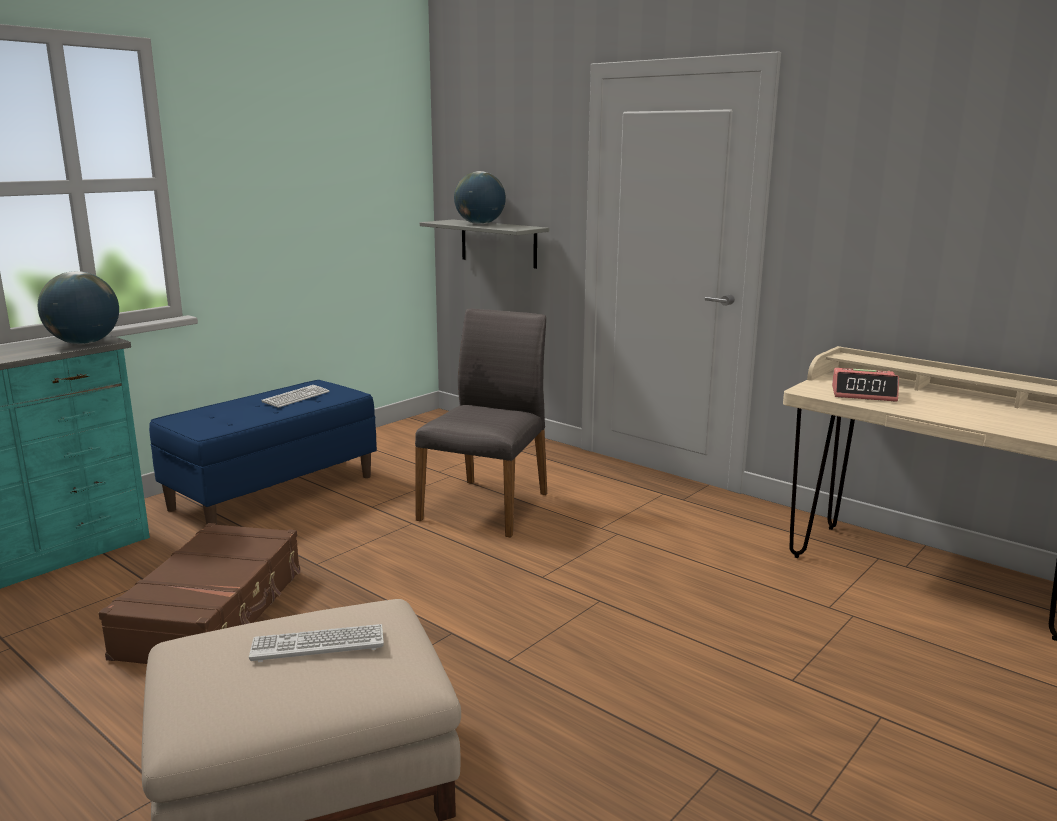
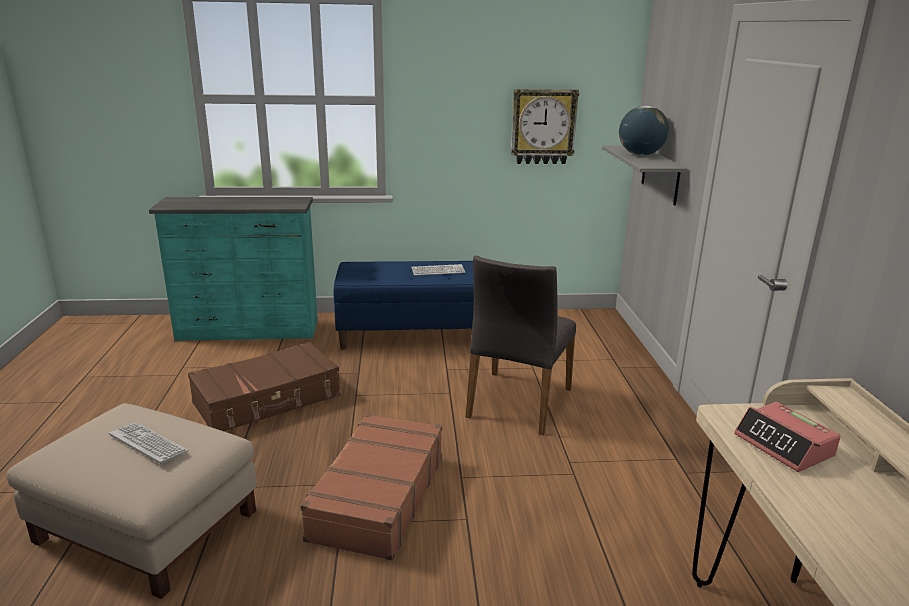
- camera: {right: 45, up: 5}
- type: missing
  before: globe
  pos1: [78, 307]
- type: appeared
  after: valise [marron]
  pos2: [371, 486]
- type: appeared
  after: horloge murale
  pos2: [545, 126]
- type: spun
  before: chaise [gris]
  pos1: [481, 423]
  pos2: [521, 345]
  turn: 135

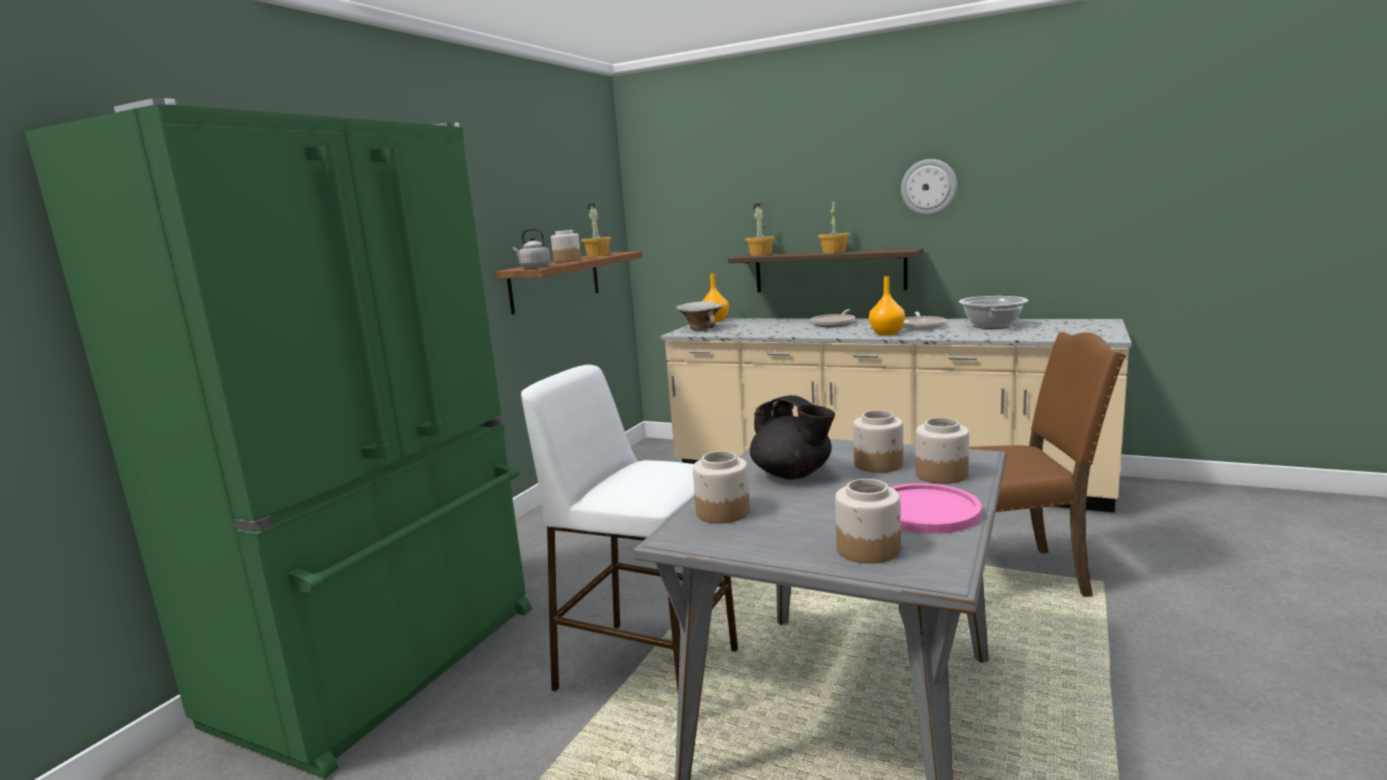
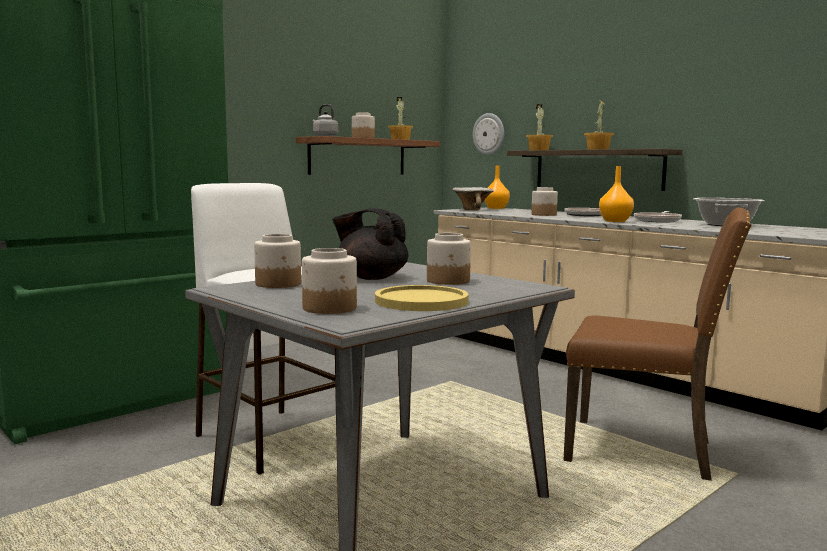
- camera: {right: 20, up: -5}
- type: relocated
  before: horloge murale
  pos1: [929, 187]
  pos2: [488, 134]
- type: relocated
  before: bocal
  pos1: [942, 451]
  pos2: [544, 201]
- type: colour
  before: assiette [rose]
  after: assiette [jaune]
  pos1: [936, 508]
  pos2: [422, 298]
- type: spun
  before: théière [noir]
  pos1: [792, 437]
  pos2: [370, 244]
  turn: 135

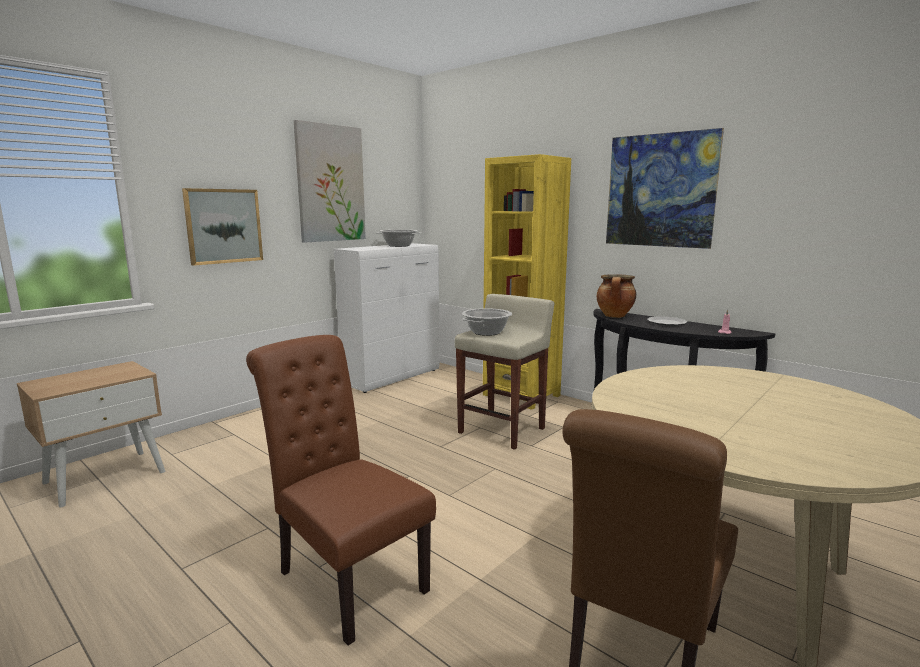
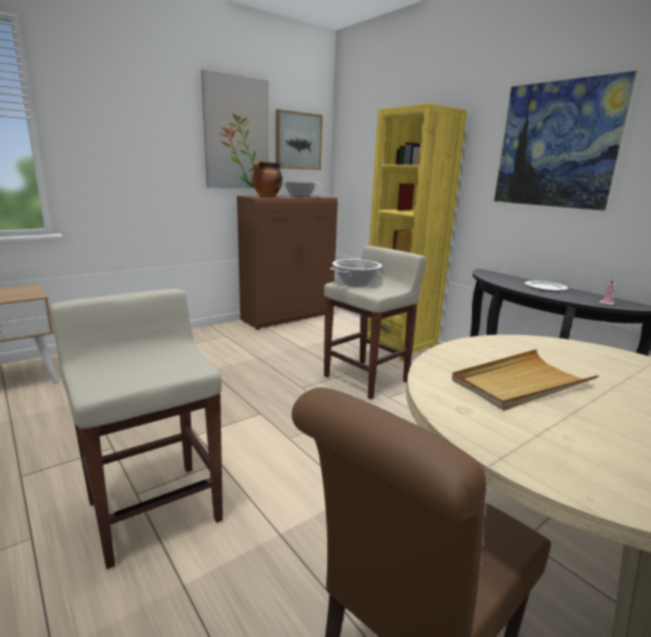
- camera: {right: 10, up: 5}
- type: appeared
  after: plateau [beige]
  pos2: [525, 380]
- type: relocated
  before: tableau
  pos1: [222, 227]
  pos2: [299, 139]
- type: relocated
  before: marmite
  pos1: [616, 296]
  pos2: [267, 179]
- type: exchanged
  before: chaise [marron]
  after: tabouret [beige]
  pos1: [341, 490]
  pos2: [136, 429]
- type: colour
  before: meuble de rangement [blanc]
  after: meuble de rangement [marron]
  pos1: [387, 318]
  pos2: [287, 262]

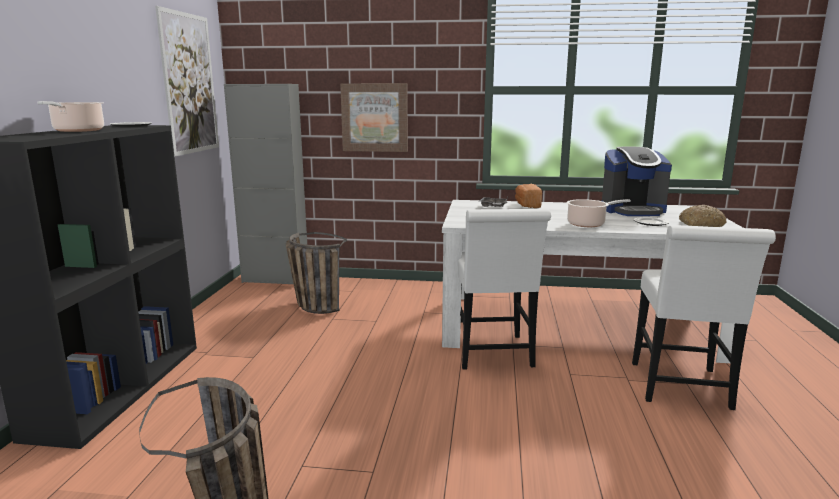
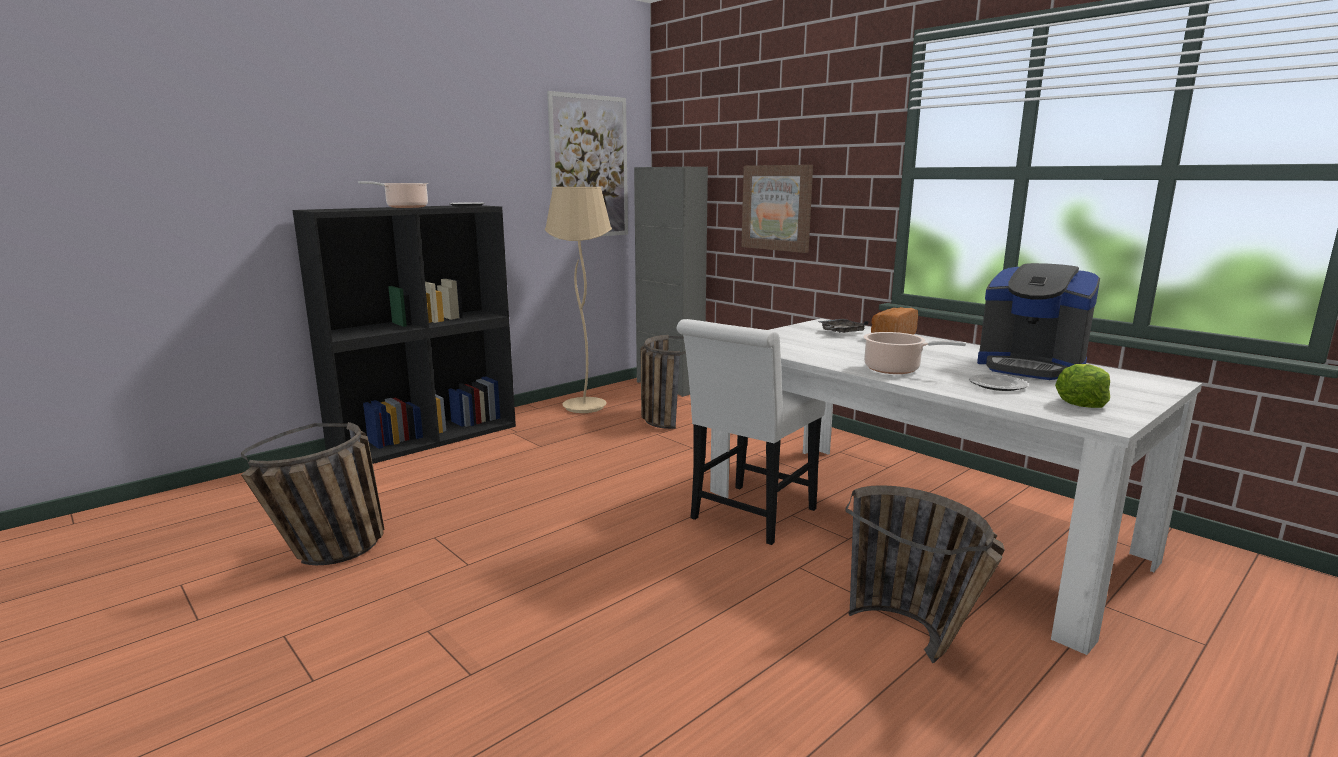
- camera: {right: 40, up: 0}
- type: appeared
  after: lampadaire [beige]
  pos2: [578, 300]
- type: exchanged
  before: chaise [blanc]
  after: panier
  pos1: [704, 317]
  pos2: [925, 574]
- type: exchanged
  before: pain
  after: laitue
  pos1: [702, 216]
  pos2: [1082, 386]

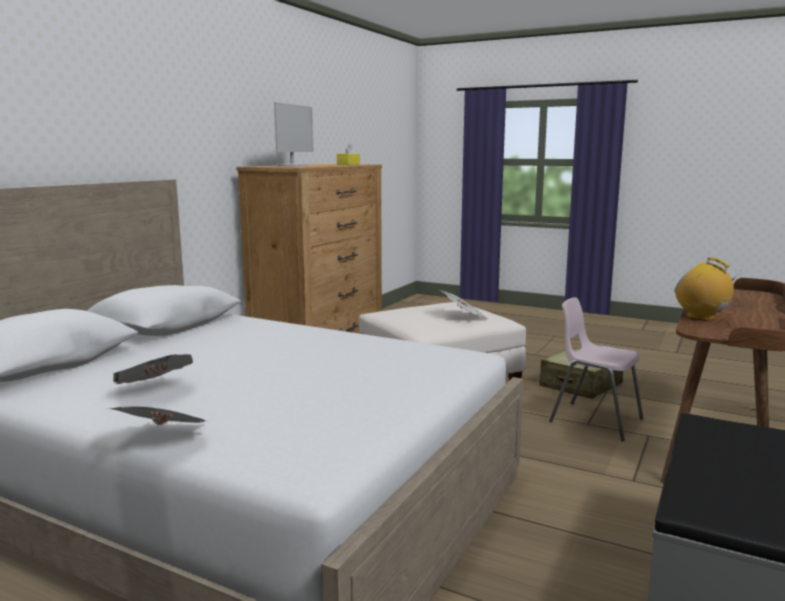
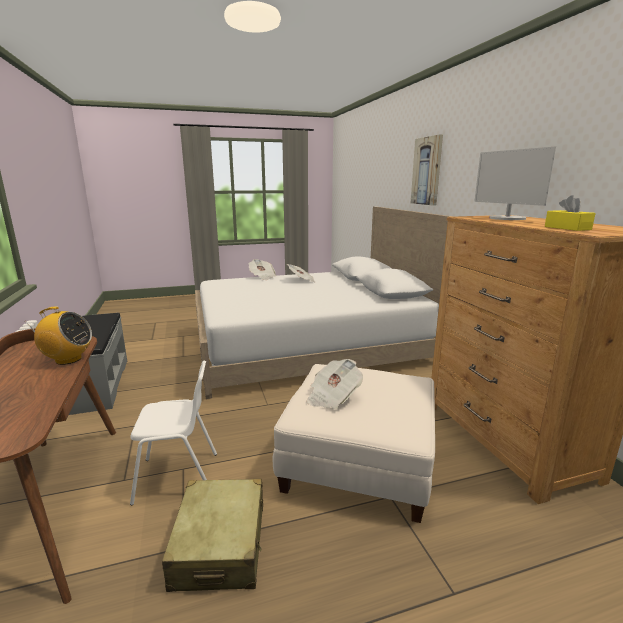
- camera: {right: 135, up: 5}
- type: appeared
  after: tableau
  pos2: [427, 170]
- type: colour
  before: chaise [rose]
  after: chaise [blanc]
  pos1: [596, 369]
  pos2: [173, 433]

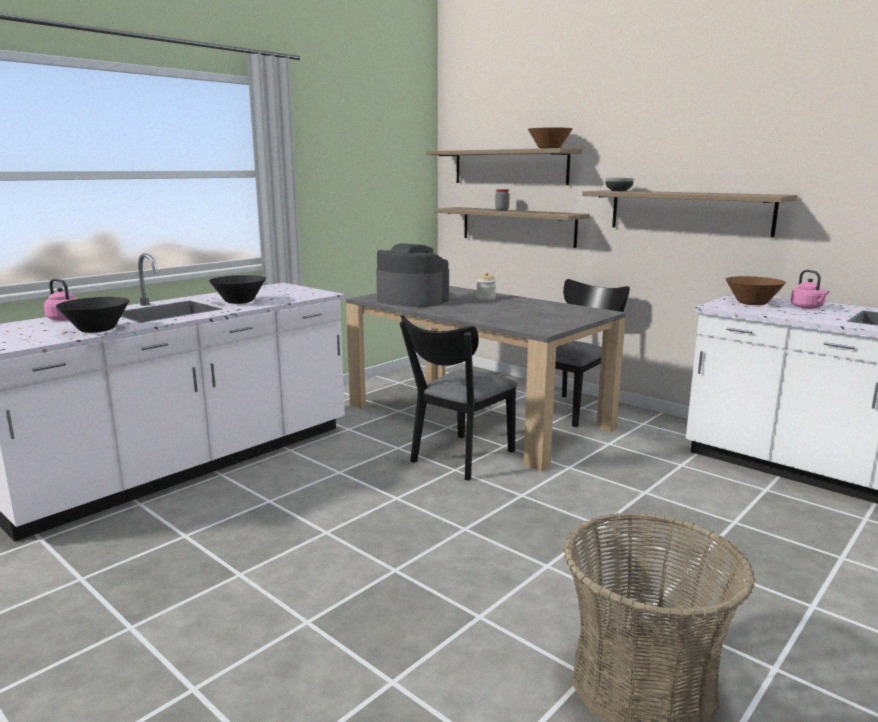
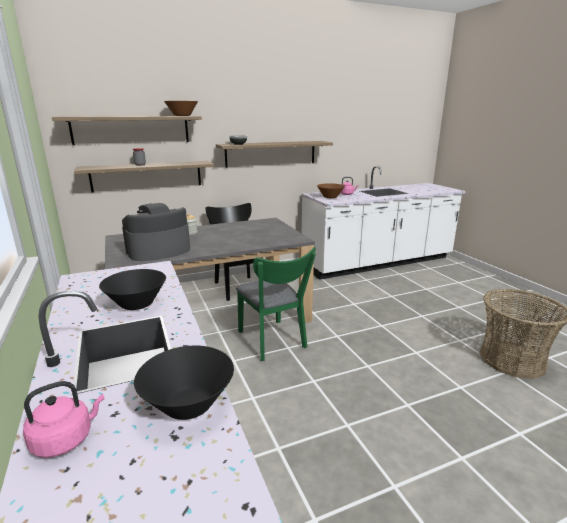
- camera: {right: -65, up: 5}
- type: colour
  before: chaise [noir]
  after: chaise [vert]
  pos1: [458, 397]
  pos2: [276, 304]

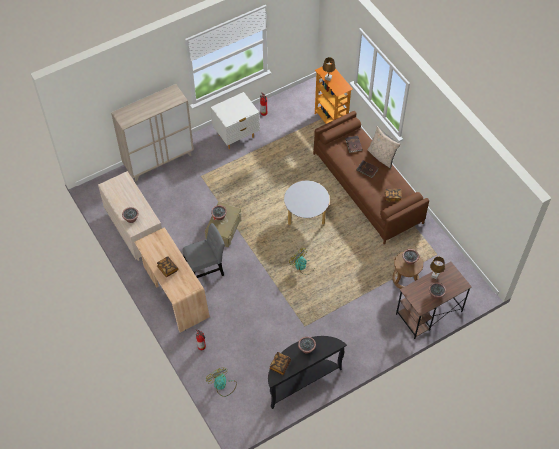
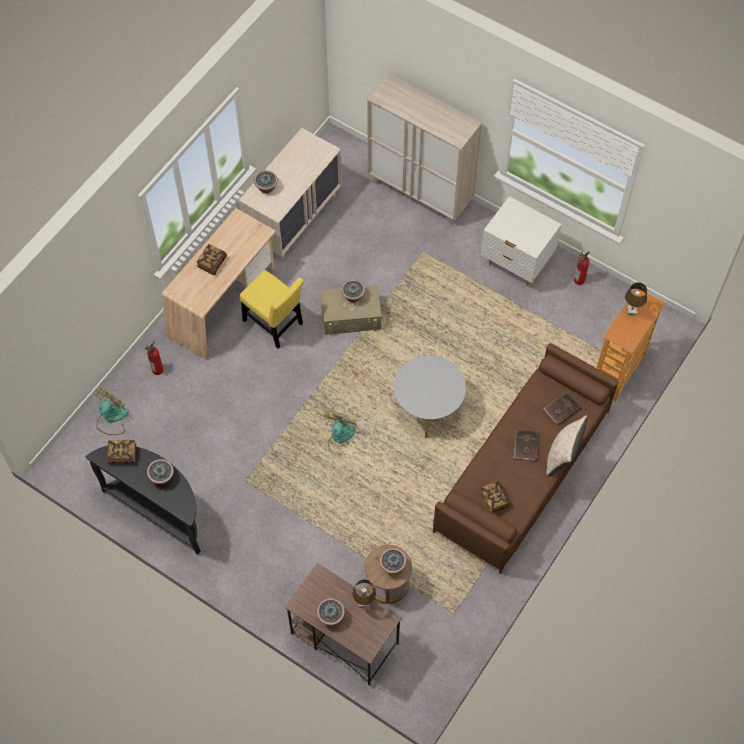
- camera: {right: 65, up: 5}
- type: colour
  before: chaise [gris]
  after: chaise [jaune]
  pos1: [204, 250]
  pos2: [272, 309]

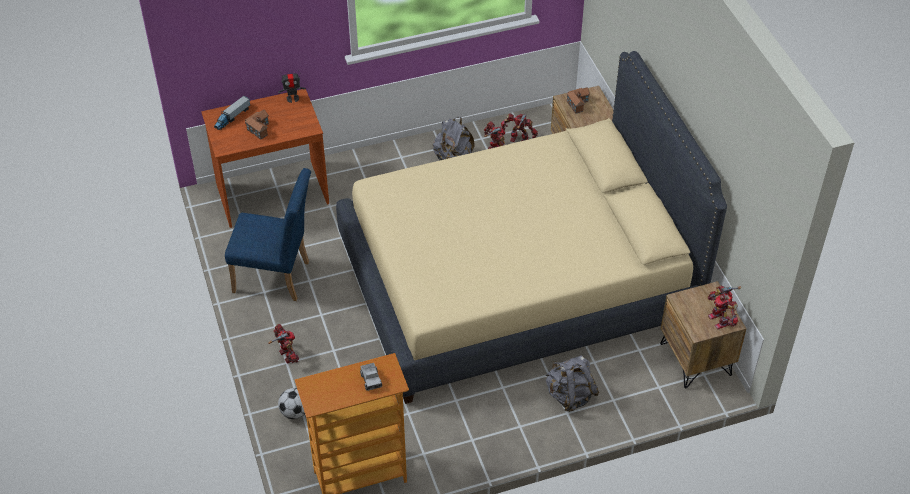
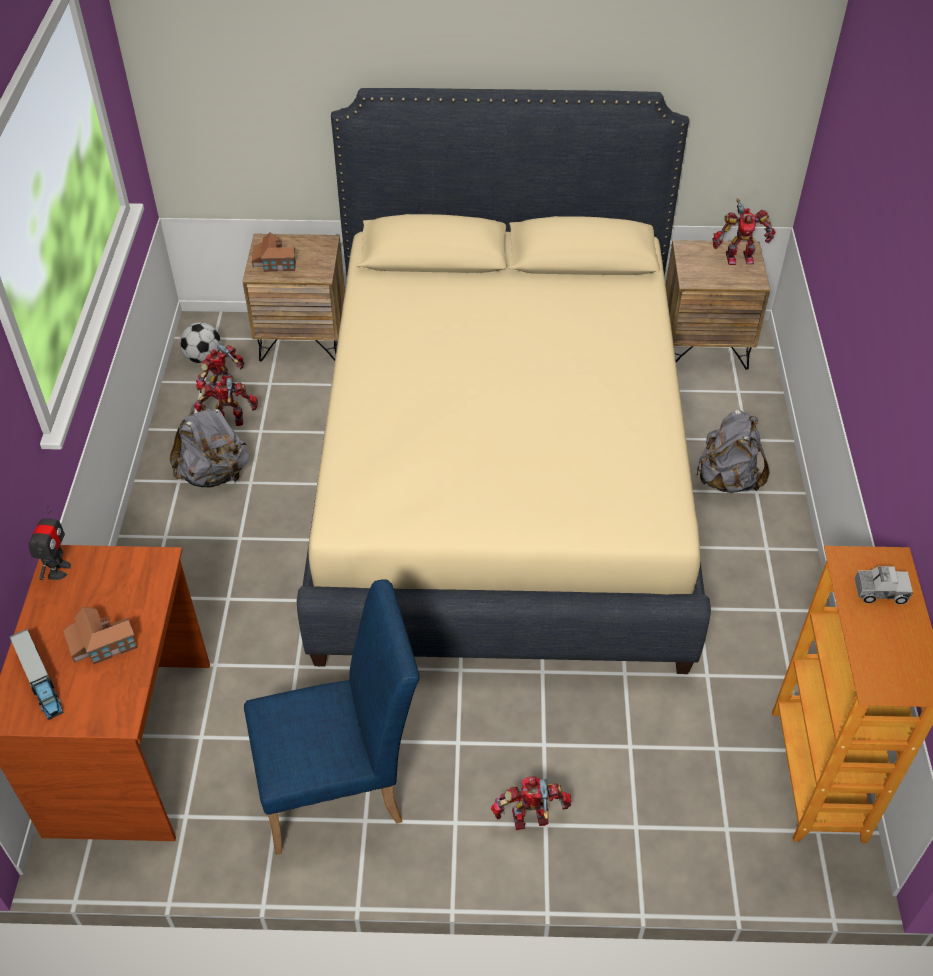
- camera: {right: -70, up: 0}
- type: relocated
  before: ballon de foot
  pos1: [291, 403]
  pos2: [200, 342]
- type: spun
  before: chaise [bleu]
  pos1: [268, 234]
  pos2: [331, 717]
  turn: 45

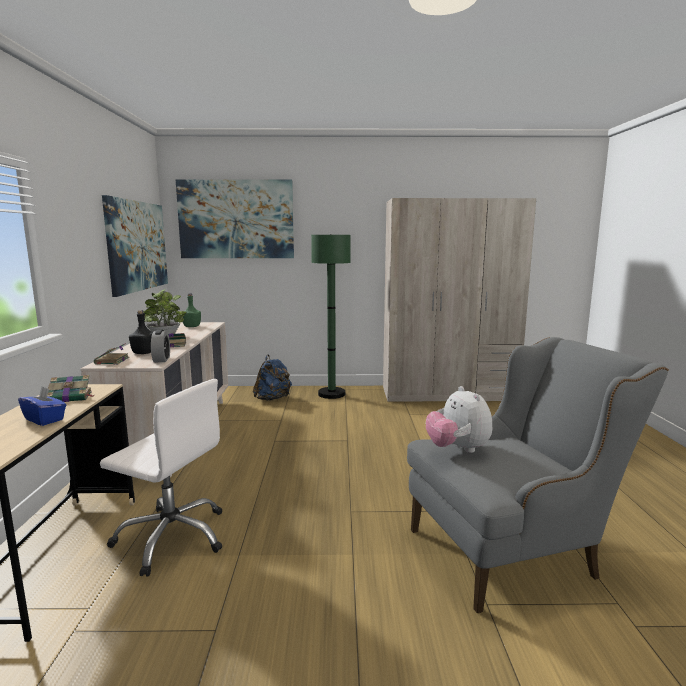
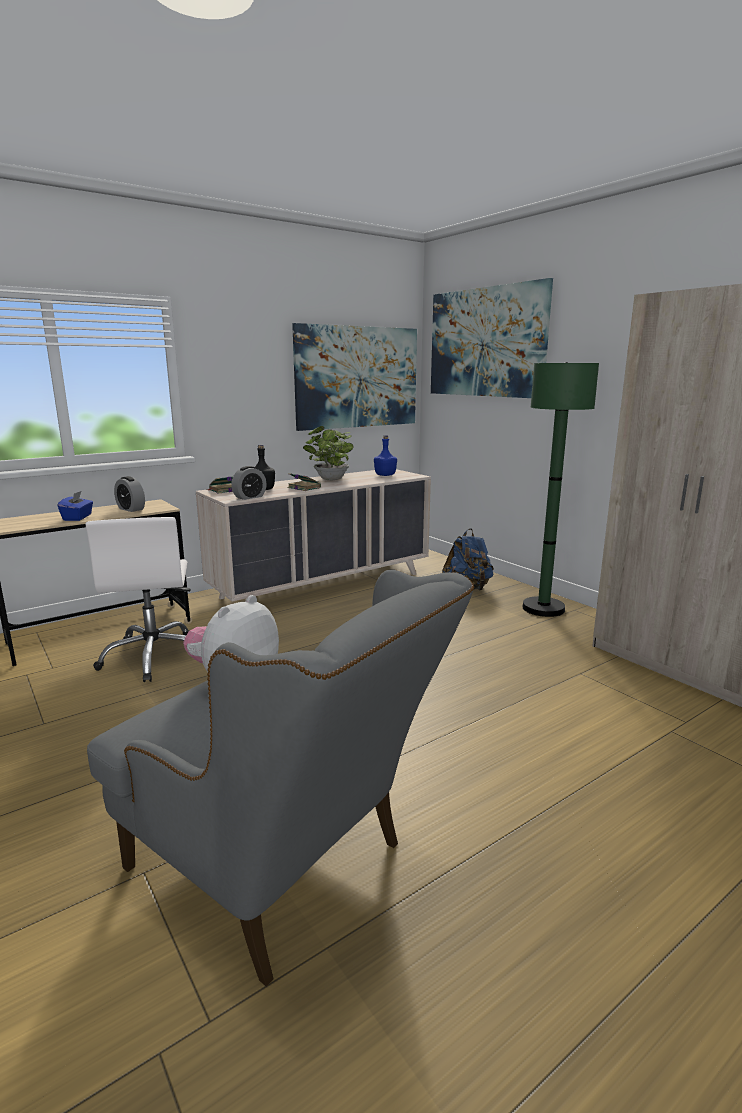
- camera: {right: 55, up: 5}
- type: exchanged
  before: livre
  after: réveil
  pos1: [70, 388]
  pos2: [129, 494]
- type: colour
  before: bouteille [vert]
  after: bouteille [bleu]
  pos1: [192, 310]
  pos2: [385, 455]

